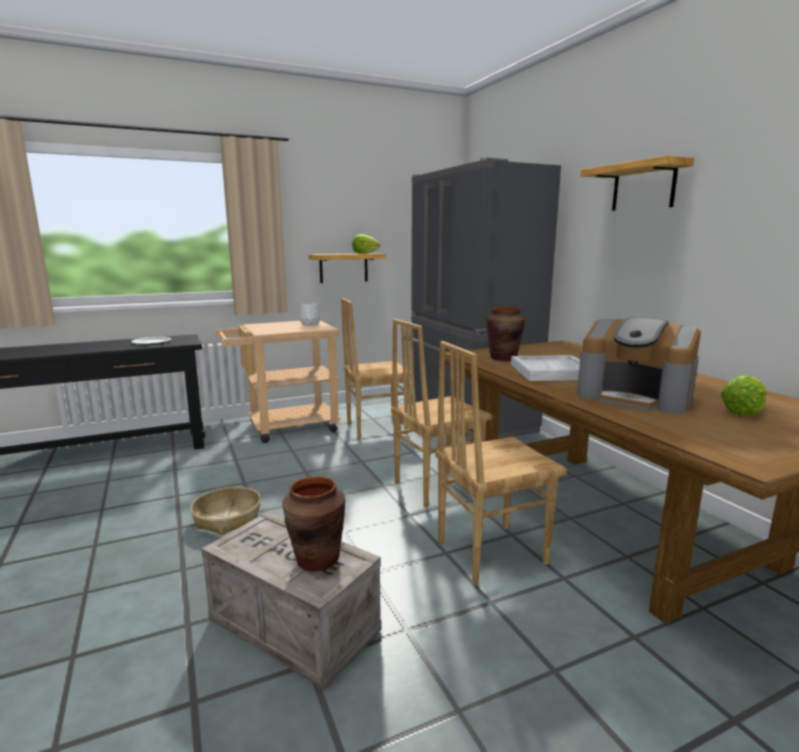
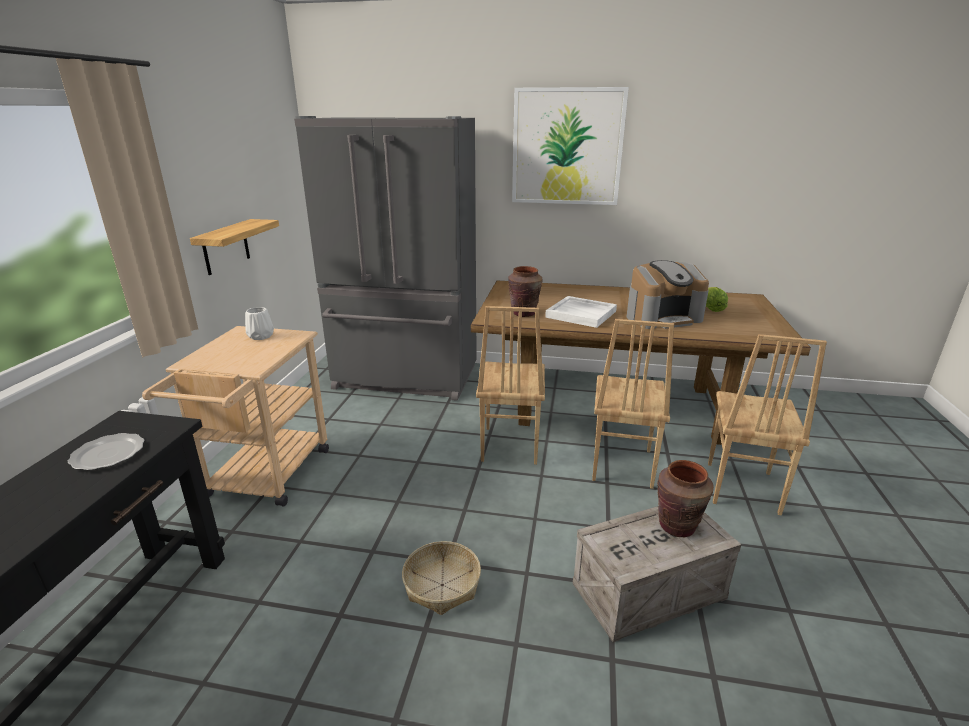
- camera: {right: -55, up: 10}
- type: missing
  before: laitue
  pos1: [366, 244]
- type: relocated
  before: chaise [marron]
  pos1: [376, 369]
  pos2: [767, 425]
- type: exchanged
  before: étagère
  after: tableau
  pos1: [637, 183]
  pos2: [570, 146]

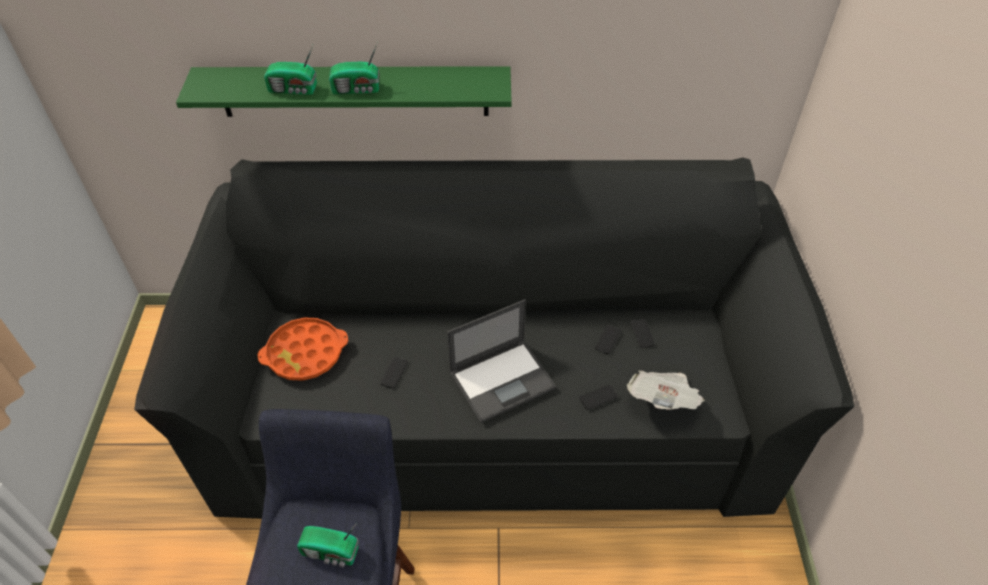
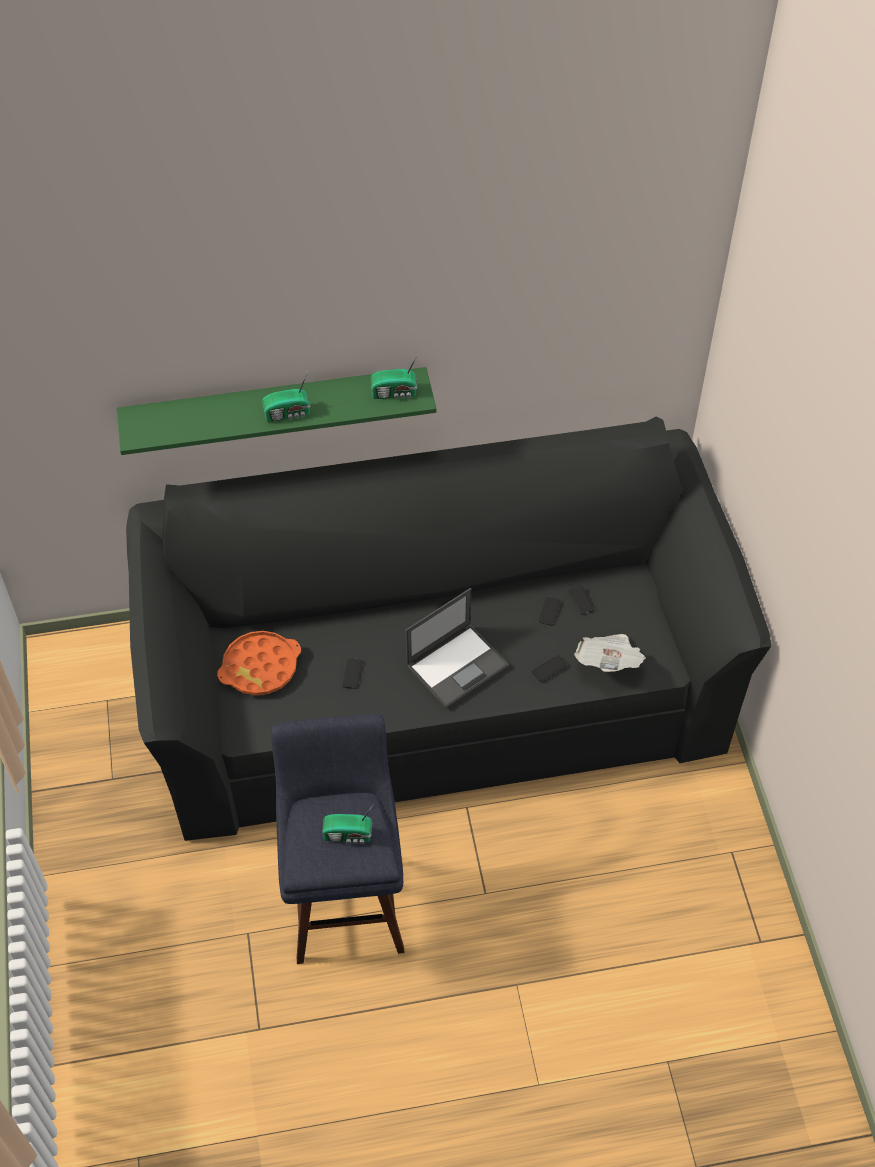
- camera: {right: -10, up: 5}
- type: relocated
  before: radio
  pos1: [290, 69]
  pos2: [394, 376]

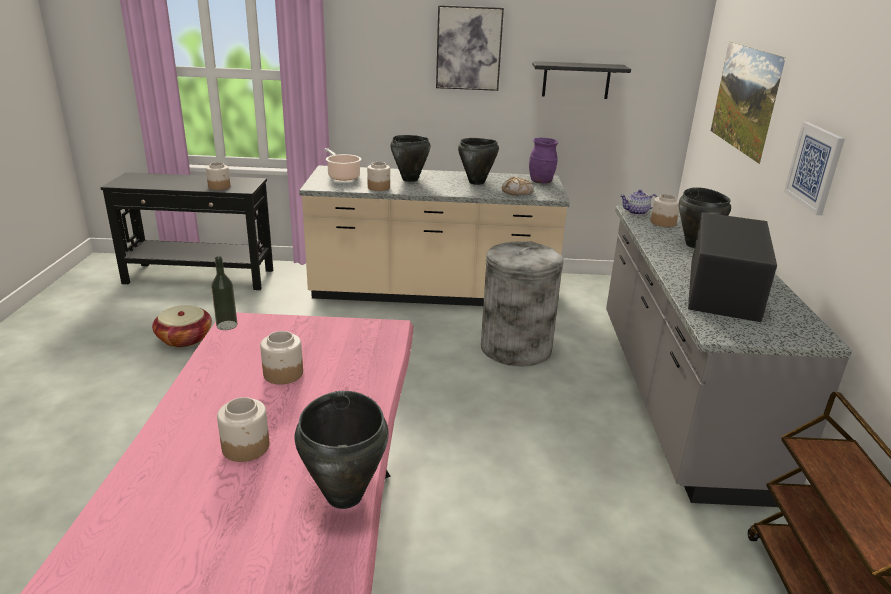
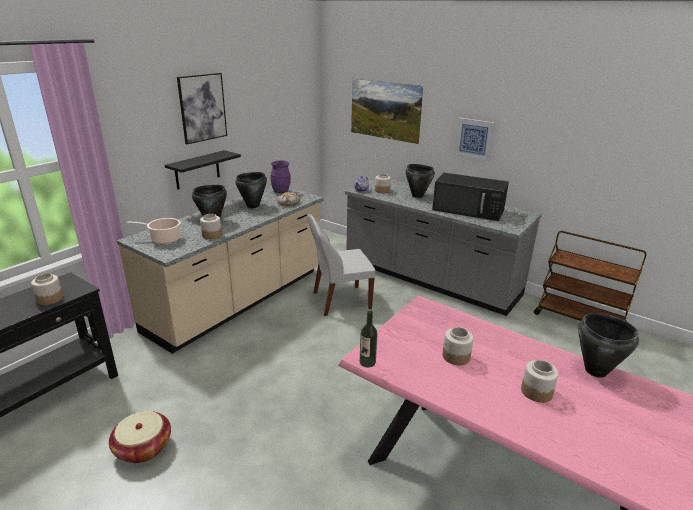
- camera: {right: -55, up: 0}
- type: relocated
  before: étagère [noir]
  pos1: [581, 80]
  pos2: [203, 169]
- type: exchanged
  before: poubelle [gris]
  after: chaise [blanc]
  pos1: [522, 304]
  pos2: [341, 265]
- type: spun
  before: micro-ondes [noir]
  pos1: [732, 267]
  pos2: [470, 197]
  turn: 150

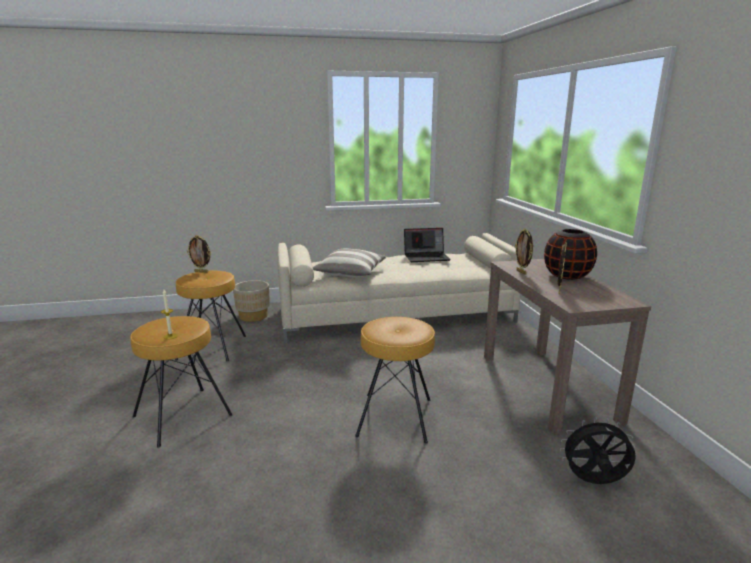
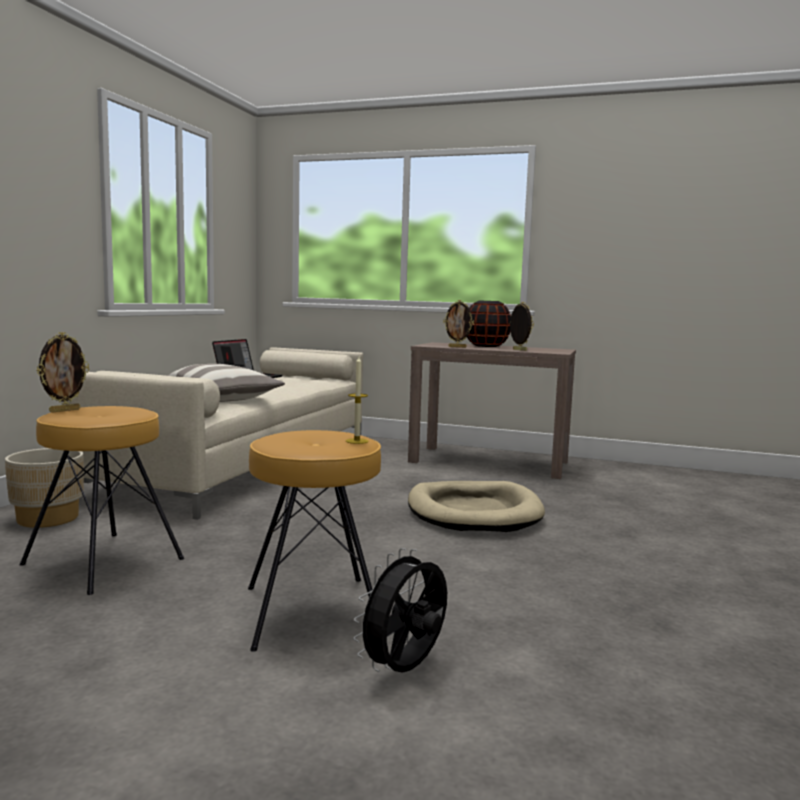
- camera: {right: -60, up: -10}
- type: relocated
  before: ventilateur [noir]
  pos1: [598, 450]
  pos2: [400, 610]
- type: exchanged
  before: tabouret [marron]
  after: panier pour chien [beige]
  pos1: [395, 380]
  pos2: [476, 506]

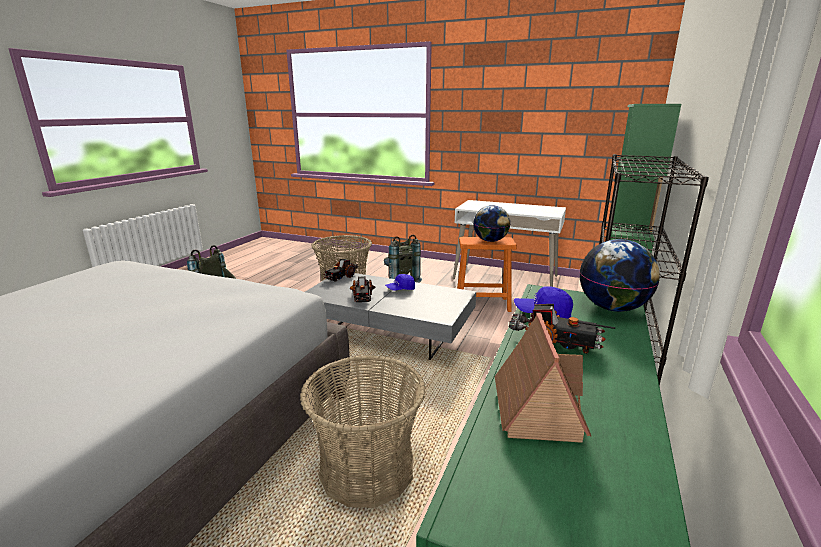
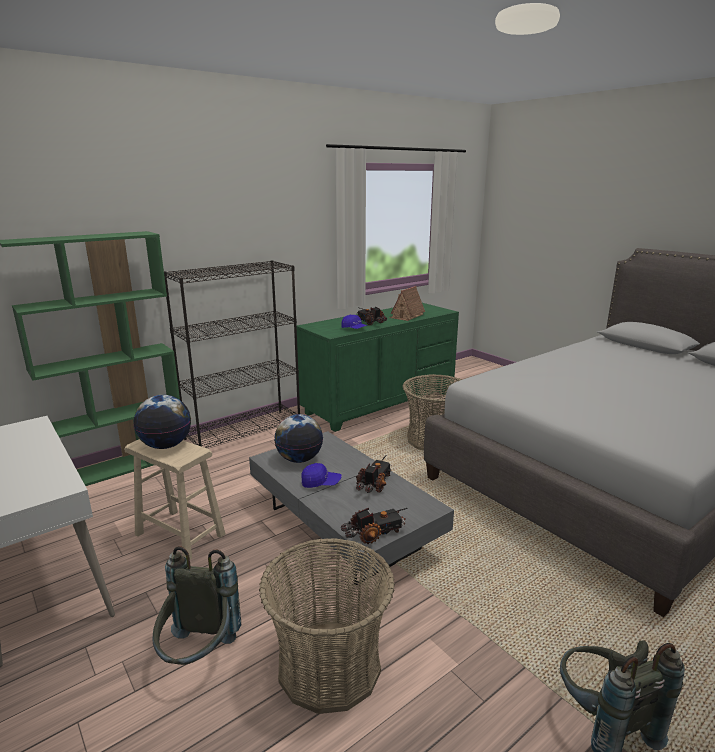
- camera: {right: -150, up: 0}
- type: relocated
  before: globe
  pos1: [620, 275]
  pos2: [298, 438]
- type: colour
  before: tabouret [orange]
  after: tabouret [beige]
  pos1: [487, 274]
  pos2: [174, 499]

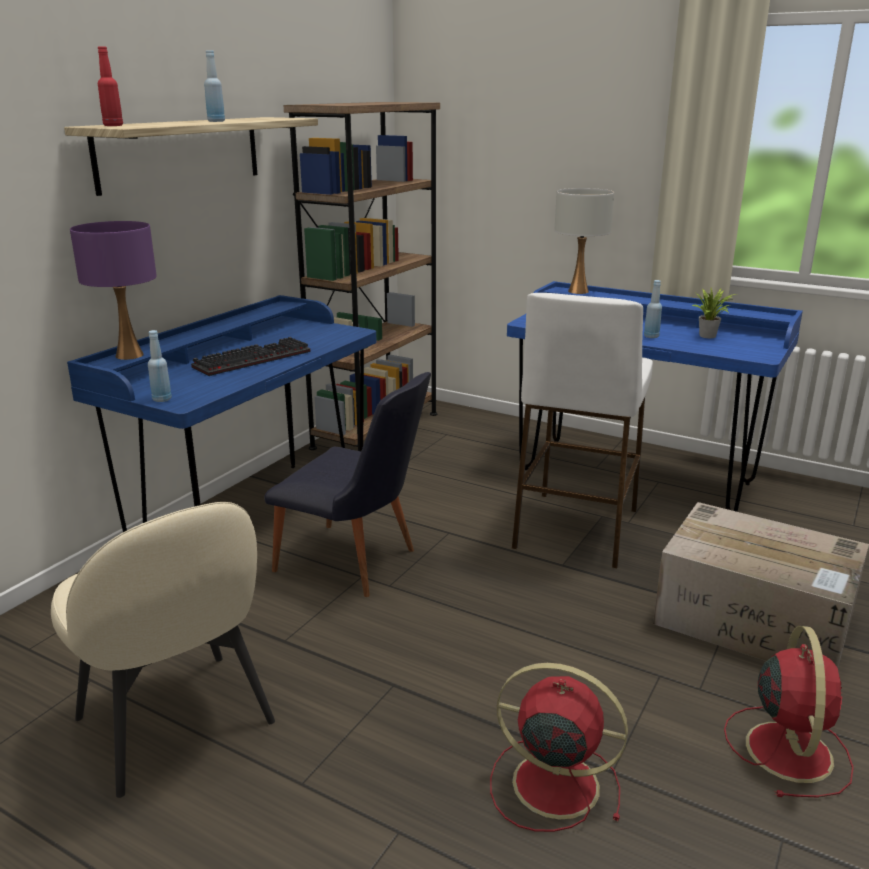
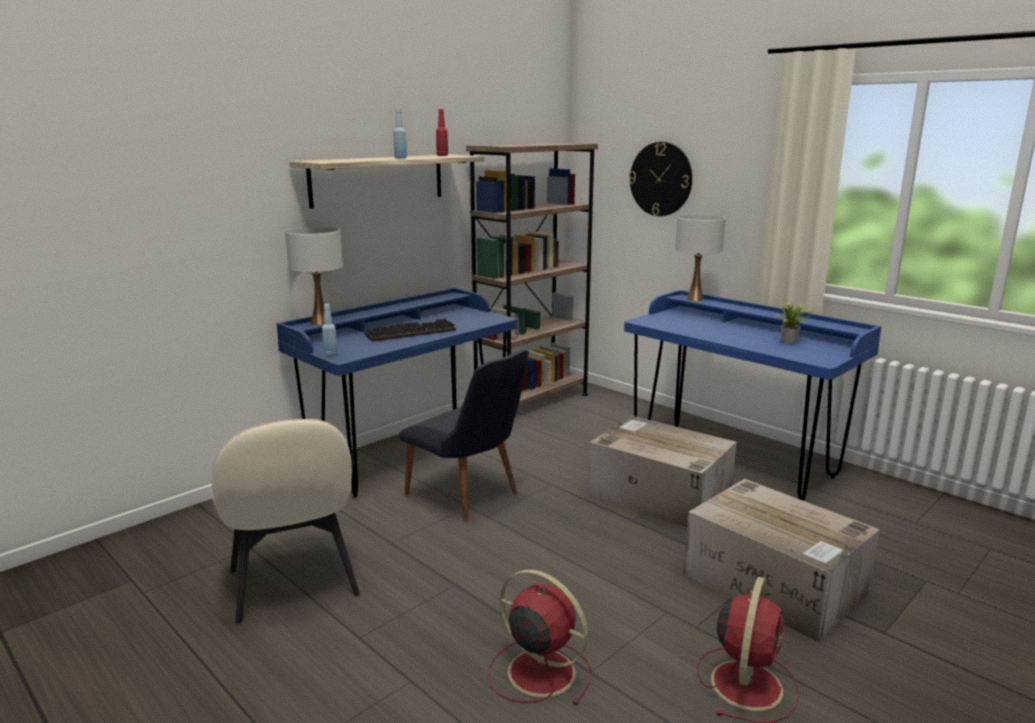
- camera: {right: 15, up: -5}
- type: missing
  before: bouteille [bleu]
  pos1: [653, 309]
- type: appeared
  after: horloge murale
  pos2: [660, 179]
- type: relocated
  before: bouteille [rouge]
  pos1: [110, 86]
  pos2: [442, 132]
- type: exchanged
  before: tabouret [blanc]
  after: carton
  pos1: [582, 430]
  pos2: [662, 471]
- type: colour
  before: lampe de table [violet]
  after: lampe de table [blanc]
  pos1: [113, 290]
  pos2: [314, 276]

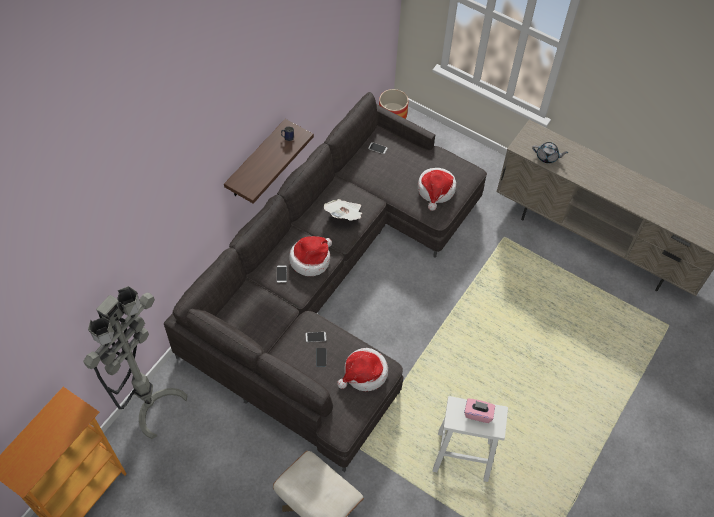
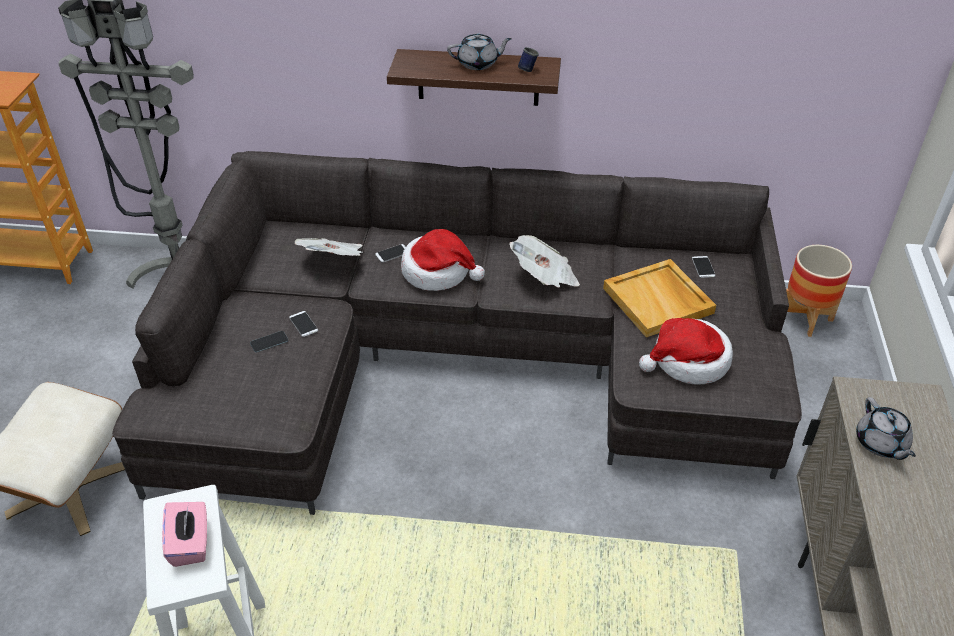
- camera: {right: 65, up: -15}
- type: missing
  before: chapeau
  pos1: [362, 369]
- type: appeared
  after: journal
  pos2: [329, 247]
- type: appeared
  after: théière [gris]
  pos2: [479, 51]
- type: appeared
  after: plateau [beige]
  pos2: [659, 298]

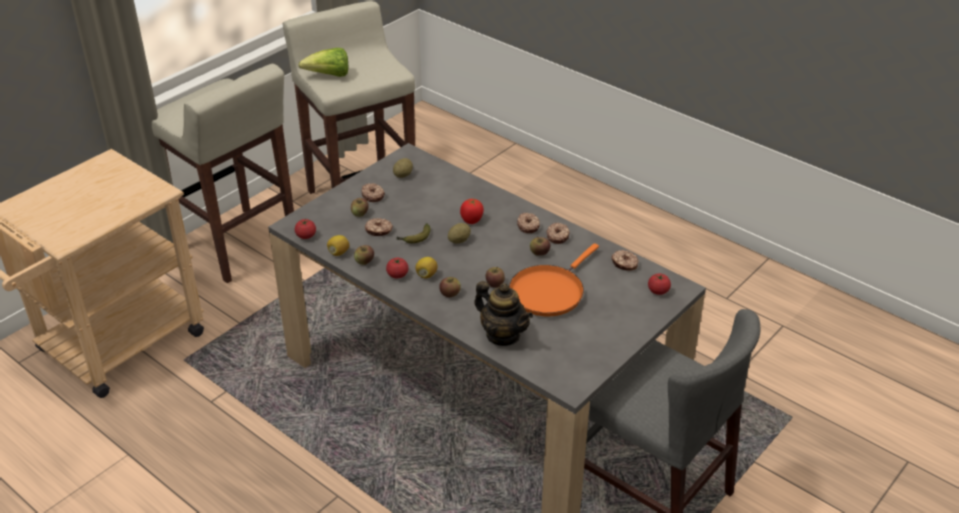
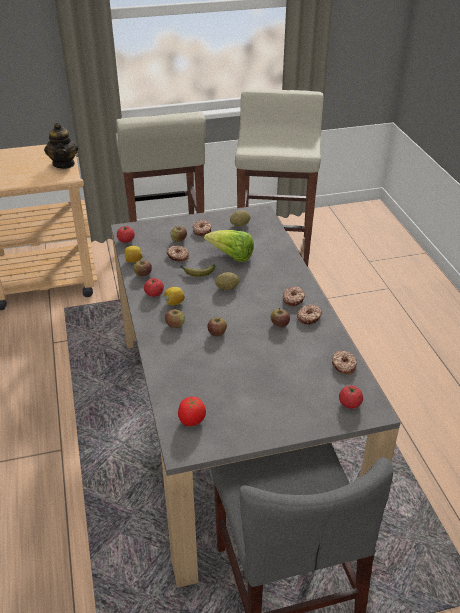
- camera: {right: 35, up: 0}
- type: missing
  before: poêle [orange]
  pos1: [554, 279]
- type: relocated
  before: laitue
  pos1: [323, 62]
  pos2: [229, 246]
- type: relocated
  before: tomate
  pos1: [472, 211]
  pos2: [192, 411]
- type: relocated
  before: théière
  pos1: [503, 313]
  pos2: [61, 146]

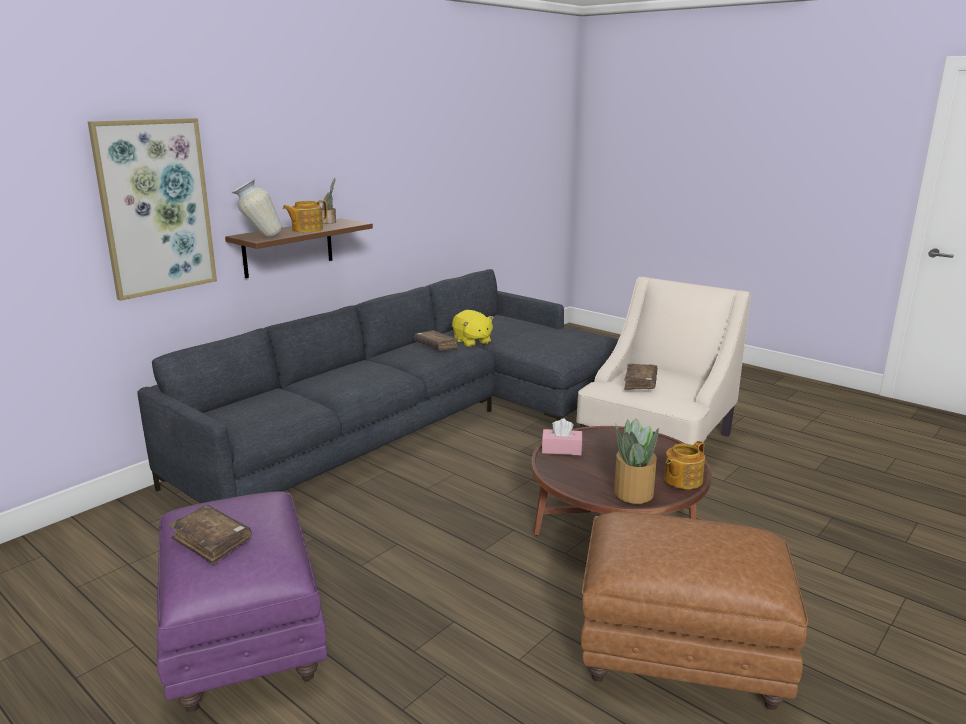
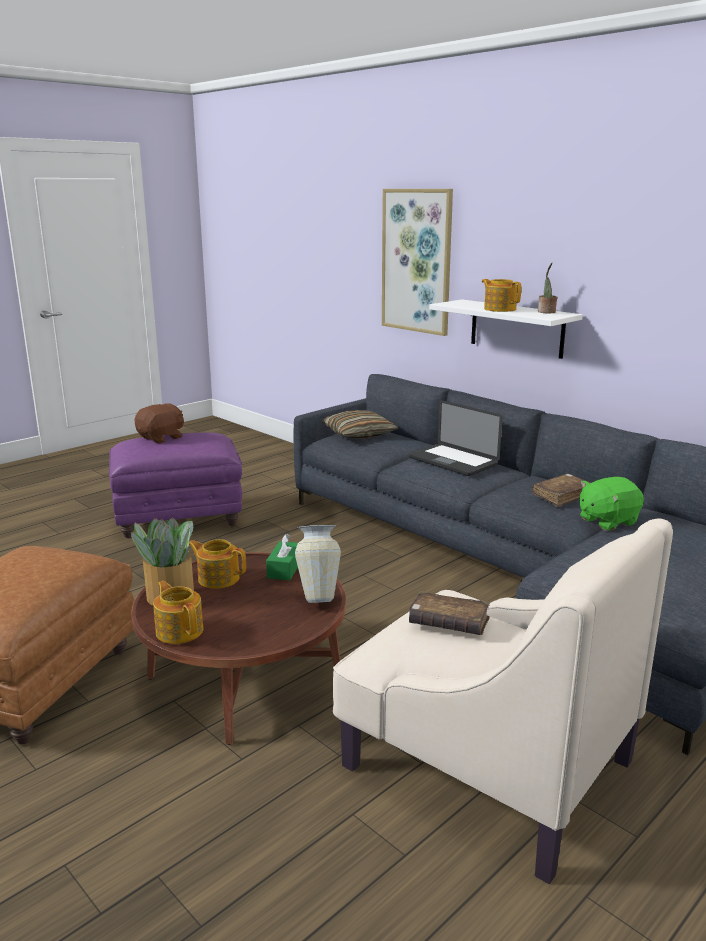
- camera: {right: 95, up: 0}
- type: appeared
  after: théière
  pos2: [217, 564]
- type: appeared
  after: coussin
  pos2: [360, 424]
- type: appeared
  after: ordinateur portable
  pos2: [455, 438]
- type: relocated
  before: vase
  pos1: [256, 208]
  pos2: [318, 564]
- type: exchanged
  before: livre [marron]
  after: peluche [marron]
  pos1: [210, 535]
  pos2: [159, 423]
- type: colour
  before: étagère [marron]
  after: étagère [blanc]
  pos1: [299, 248]
  pos2: [506, 329]
- type: colour
  before: peluche [jaune]
  after: peluche [vert]
  pos1: [473, 328]
  pos2: [611, 504]
- type: colour
  before: boîte à mouchoirs [rose]
  after: boîte à mouchoirs [vert]
  pos1: [562, 437]
  pos2: [282, 557]

